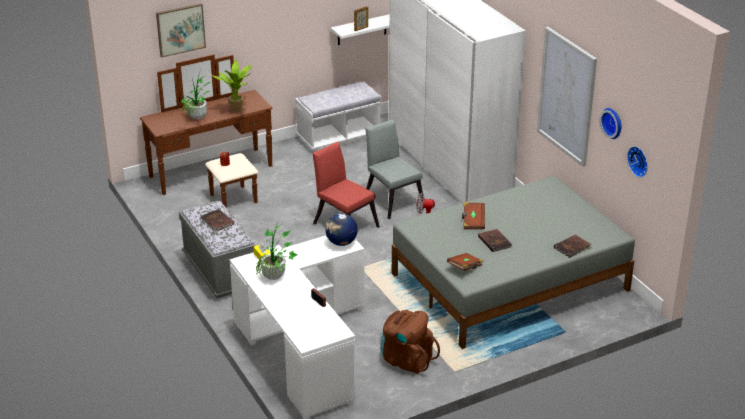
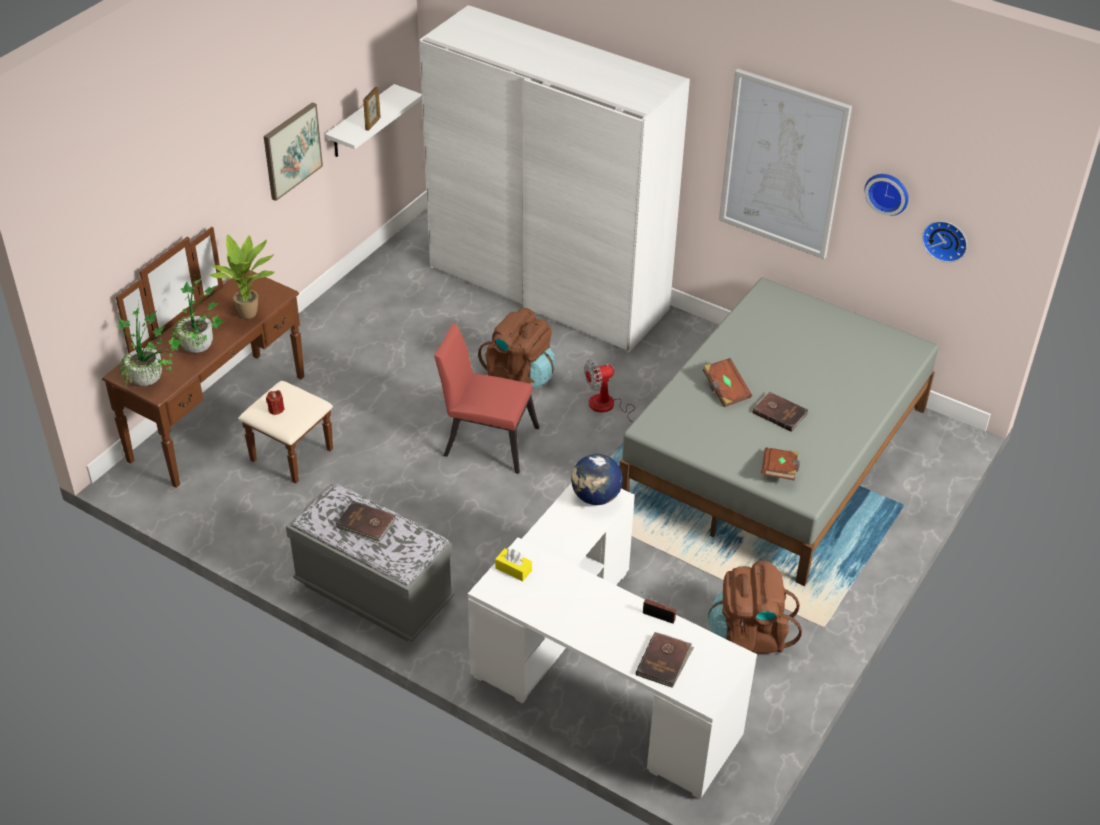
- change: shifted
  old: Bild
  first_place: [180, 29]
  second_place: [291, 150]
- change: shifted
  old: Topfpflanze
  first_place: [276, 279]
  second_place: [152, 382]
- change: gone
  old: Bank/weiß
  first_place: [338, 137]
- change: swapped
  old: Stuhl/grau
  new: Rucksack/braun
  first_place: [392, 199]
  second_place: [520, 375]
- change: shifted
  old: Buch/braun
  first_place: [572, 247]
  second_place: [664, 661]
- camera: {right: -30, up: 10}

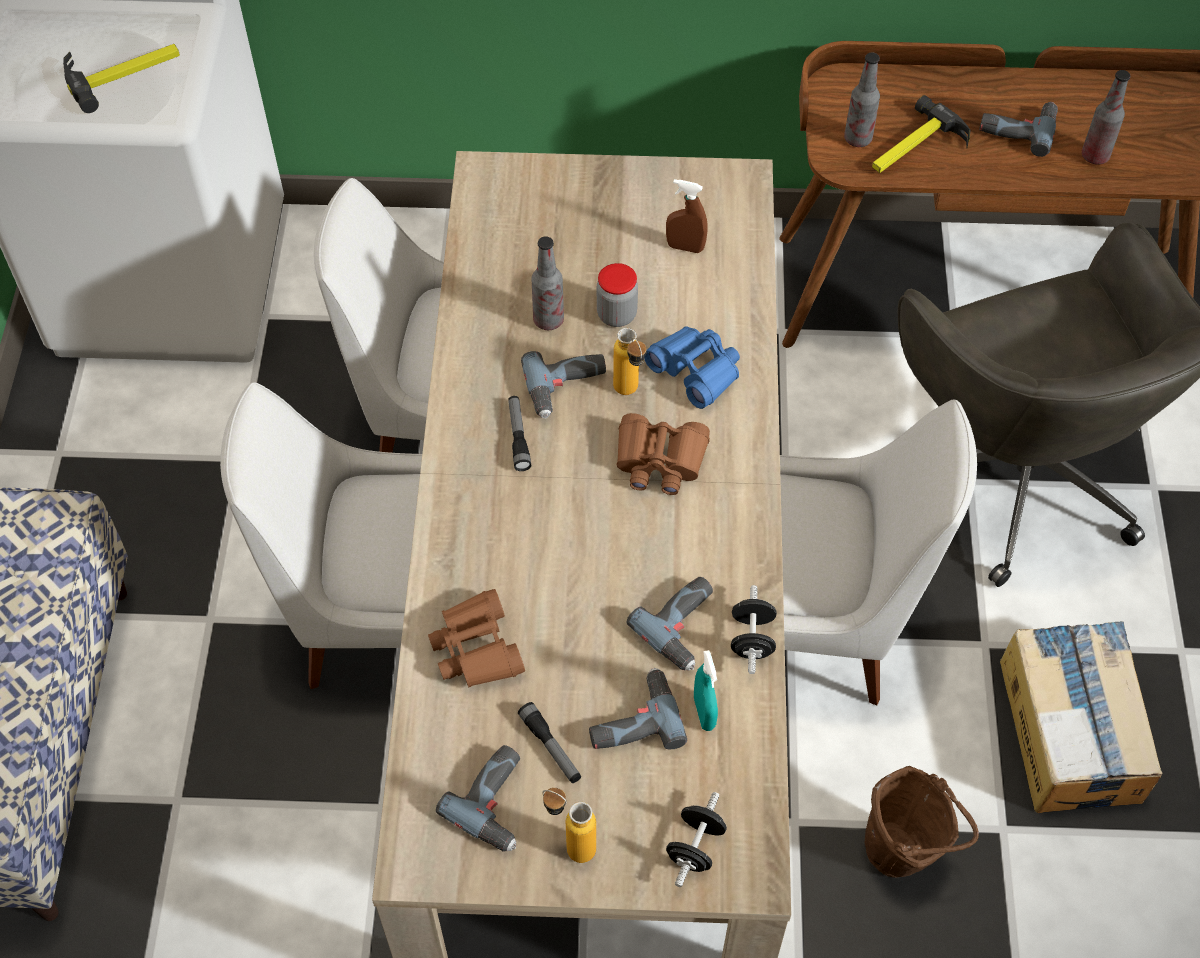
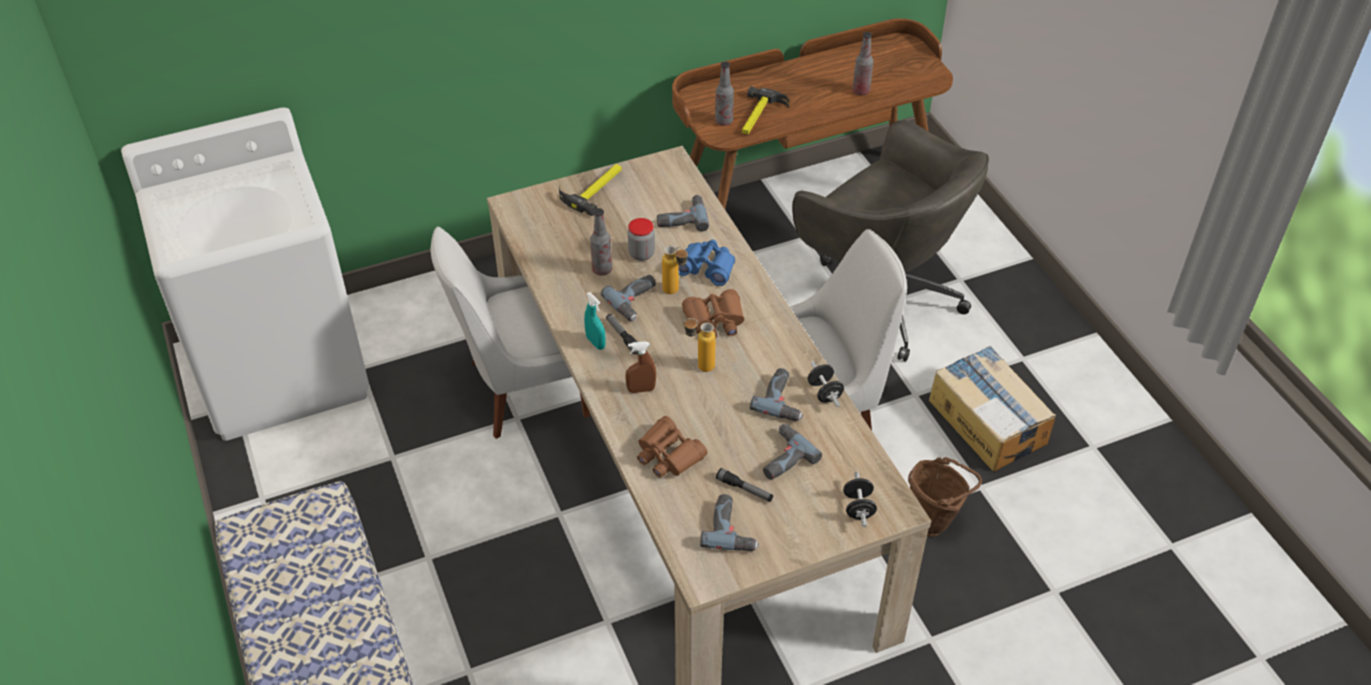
- change: shifted
  old: Hammer
  first_place: [123, 73]
  second_place: [594, 189]
- change: gone
  old: Stuhl/weiß
  first_place: [380, 615]
- change: shifted
  old: Flasche
  first_place: [570, 845]
  second_place: [699, 366]
- change: shifted
  old: Sprühflasche/braun
  first_place: [685, 247]
  second_place: [641, 389]
- change: shifted
  old: Sprühflasche/türkis
  first_place: [704, 713]
  second_place: [595, 343]
- change: shifted
  old: Bohrmaschine
  first_place: [1017, 127]
  second_place: [681, 217]
- camera: {right: -25, up: -10}

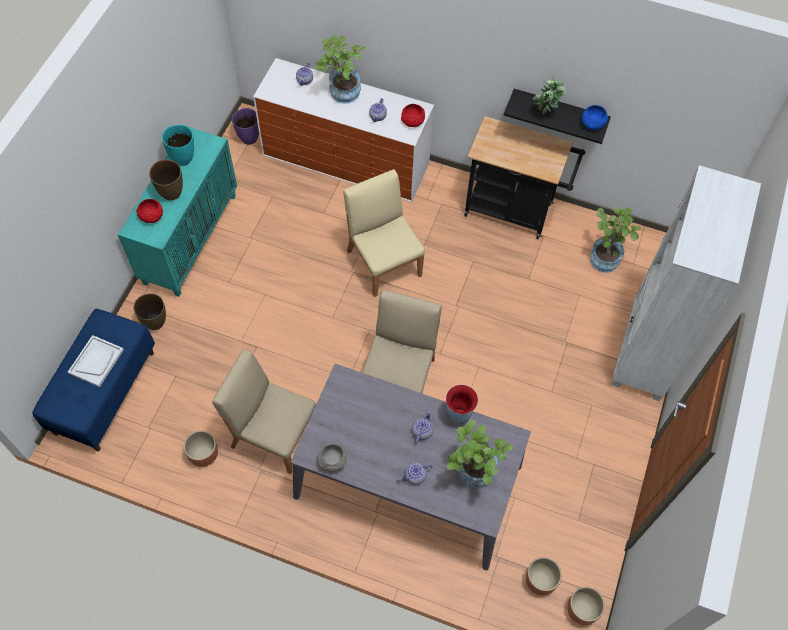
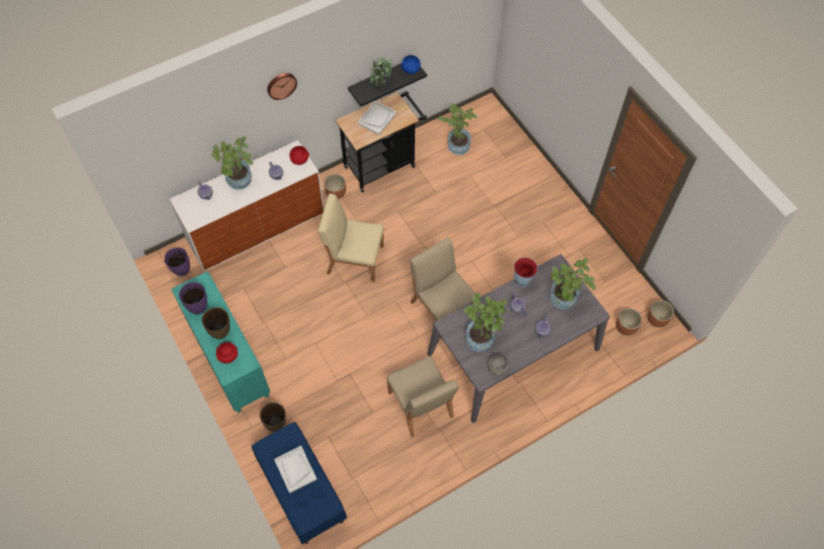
- change: repainted
  old: Vase/türkis
  new: Vase/lila
  first_place: [183, 158]
  second_place: [198, 307]
- change: shifted
  old: Pflanzkübel/braun
  first_place: [203, 454]
  second_place: [335, 193]
- change: rotated
  old: Stuhl/beige
  first_place: [273, 434]
  second_place: [420, 405]
  degrees: -90
- change: gone
  old: Bücherregal/weiß
  first_place: [645, 351]
- change: new
  new: Wanduhr
  second_place: [281, 85]
- change: new
  new: Tablett/weiß
  second_place: [377, 118]
- change: new
  new: Topfpflanze
  second_place: [482, 336]
- camera: {right: -50, up: 0}

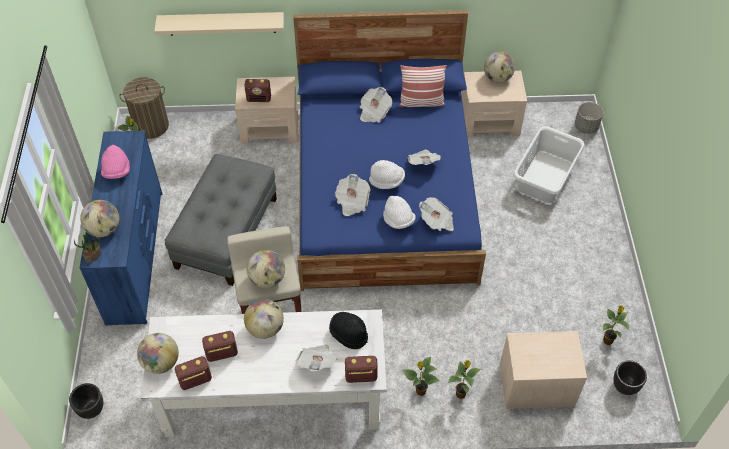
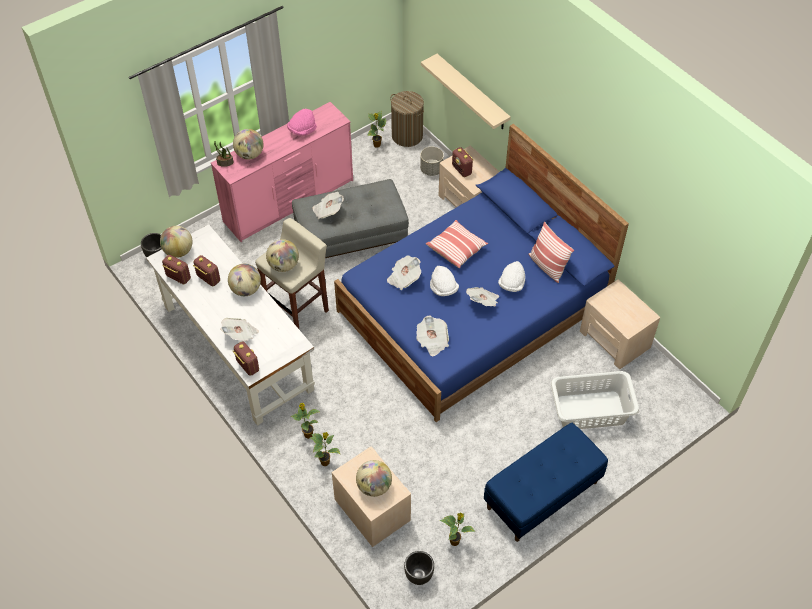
- change: repainted
  old: Kommode/blau
  new: Kommode/rosa
  first_place: [136, 255]
  second_place: [289, 201]
- change: gone
  old: Hut/schwarz
  first_place: [348, 334]
- change: shifted
  old: Zeitung
  first_place: [374, 112]
  second_place: [328, 211]
- change: shifted
  old: Hut/weiß
  first_place: [398, 220]
  second_place: [511, 284]
- change: shifted
  old: Globus
  first_place: [497, 78]
  second_place: [374, 486]
- change: shifted
  old: Pflanzkübel/grau
  first_place: [586, 127]
  second_place: [431, 169]
- change: new
  new: Kissen
  second_place: [456, 249]
- change: new
  new: Bank/blau
  second_place: [542, 495]
- camera: {right: 55, up: 0}

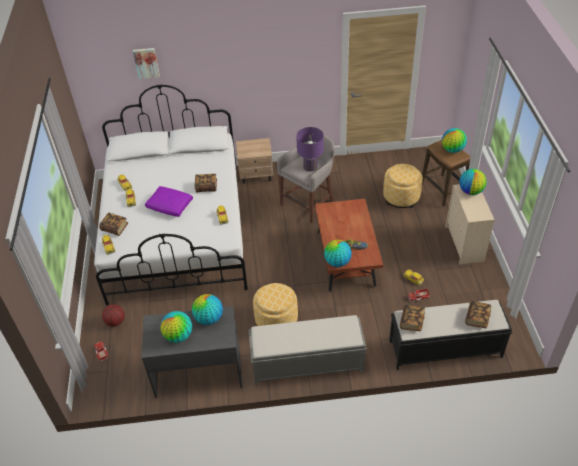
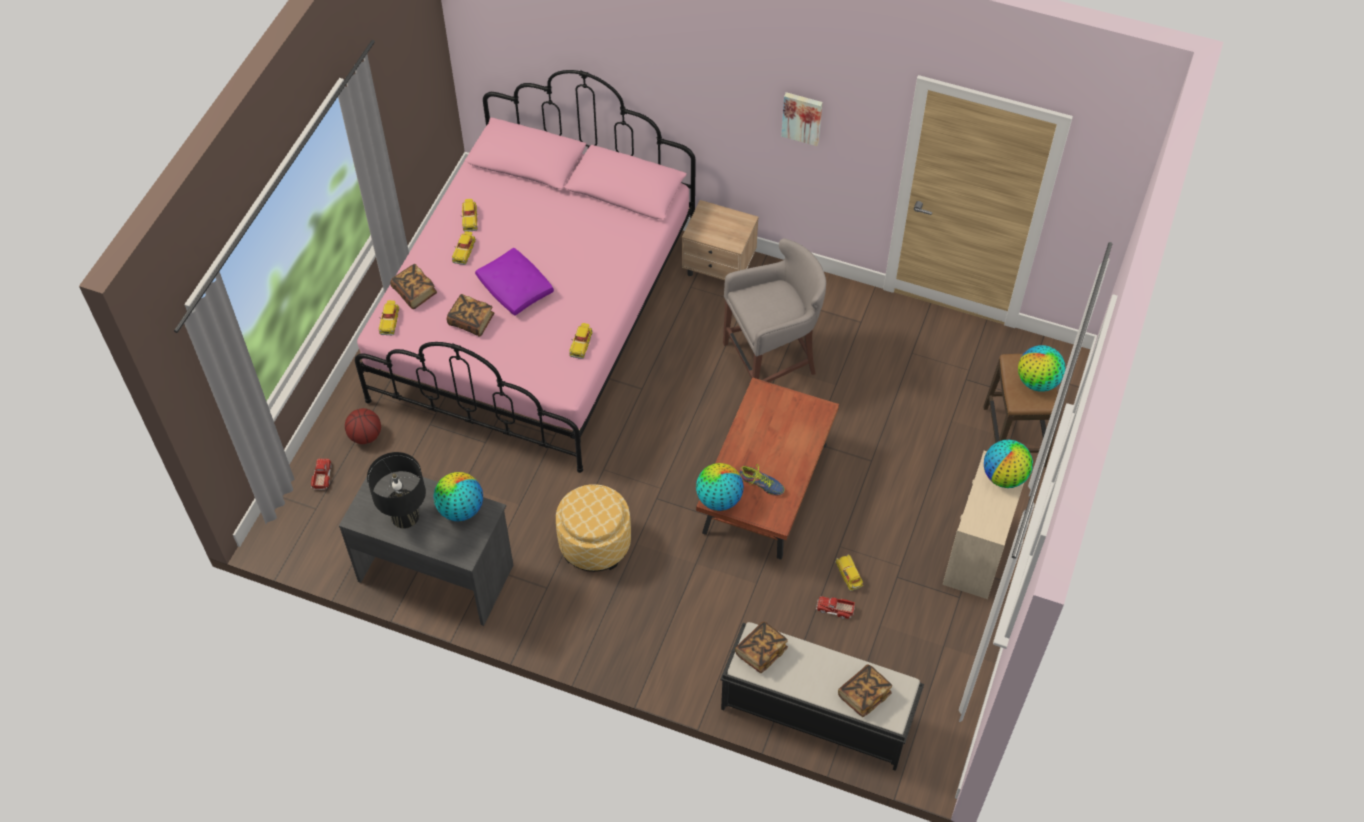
- change: repainted
  old: Bett/weiß
  new: Bett/rosa
  first_place: [177, 230]
  second_place: [536, 319]
- change: shifted
  old: Bild
  first_place: [146, 62]
  second_place: [802, 117]
- change: swapped
  old: Globus
  new: Tischlampe/schwarz
  first_place: [178, 336]
  second_place: [405, 516]
- change: shifted
  old: Buch
  first_place: [206, 187]
  second_place: [471, 321]
- change: gone
  old: Bank/grau
  first_place: [306, 364]
- change: gone
  old: Tischlampe/lila
  first_place: [310, 166]
- change: gone
  old: Polsterhocker
  first_place: [401, 197]
- camera: {right: 25, up: 10}

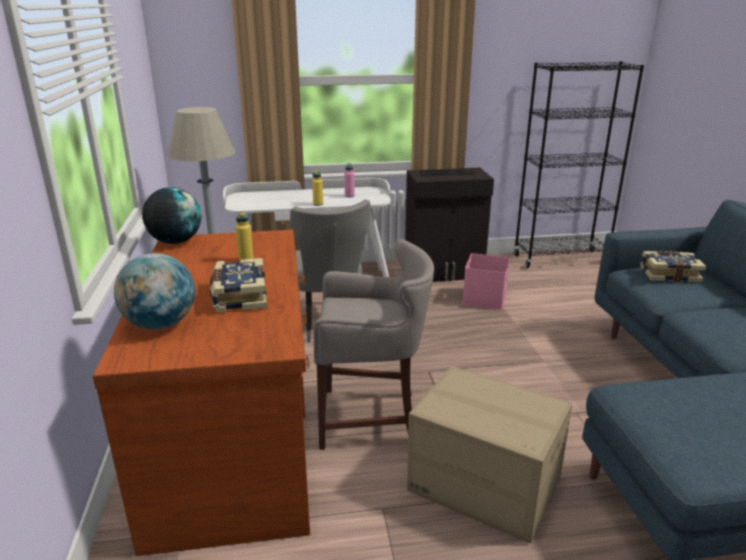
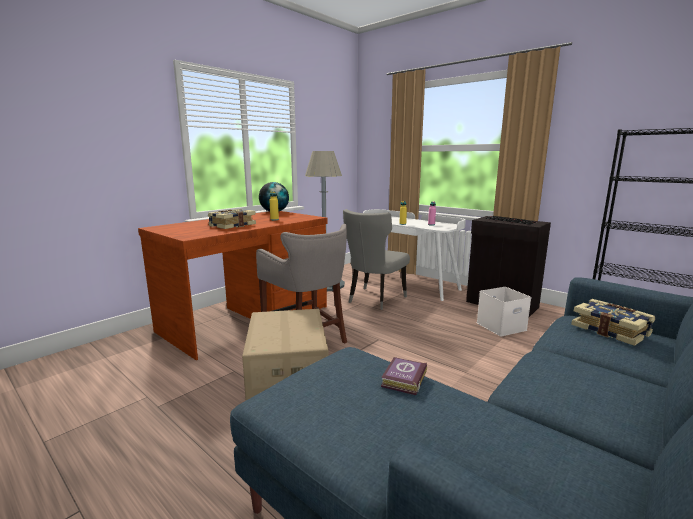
- change: gone
  old: Globus
  first_place: [160, 324]
- change: repainted
  old: Aufbewahrungsbox/rosa
  new: Aufbewahrungsbox/weiß
  first_place: [483, 298]
  second_place: [501, 326]
- change: new
  new: Buch
  second_place: [403, 380]
- camera: {right: 50, up: -10}

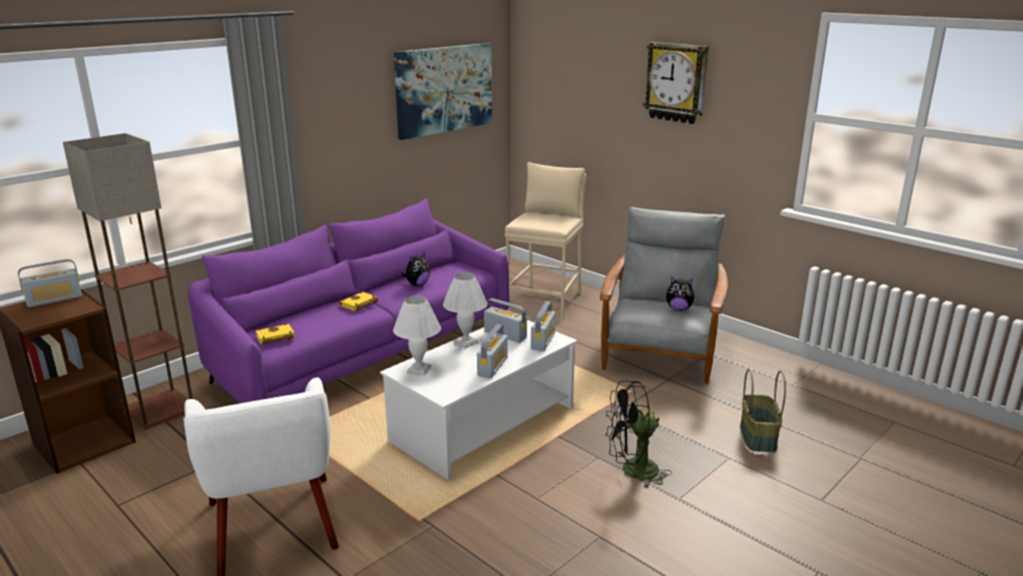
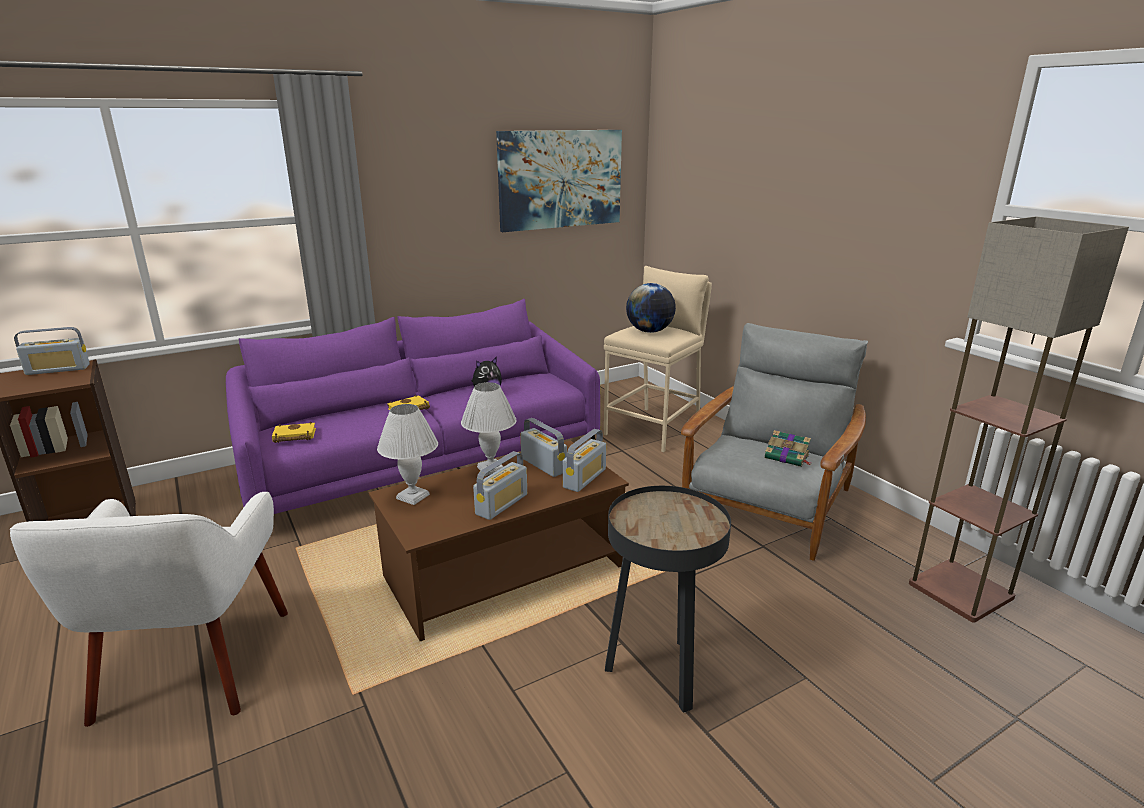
- change: shifted
  old: Stehlampe
  first_place: [160, 409]
  second_place: [959, 589]
- change: repainted
  old: Couchtisch/weiß
  new: Couchtisch/braun
  first_place: [484, 424]
  second_place: [505, 571]
- change: swapped
  old: Ventilator/schwarz
  new: Beistelltisch/schwarz
  first_place: [632, 471]
  second_place: [659, 674]
- change: gone
  old: Wanduhr
  first_place: [676, 82]
- change: swapped
  old: Plüschtier
  new: Buch
  first_place: [679, 309]
  second_place: [787, 457]
- change: gone
  old: Korb
  first_place: [758, 437]
- change: new
  new: Globus
  second_place: [649, 331]
- camera: {right: 15, up: 0}

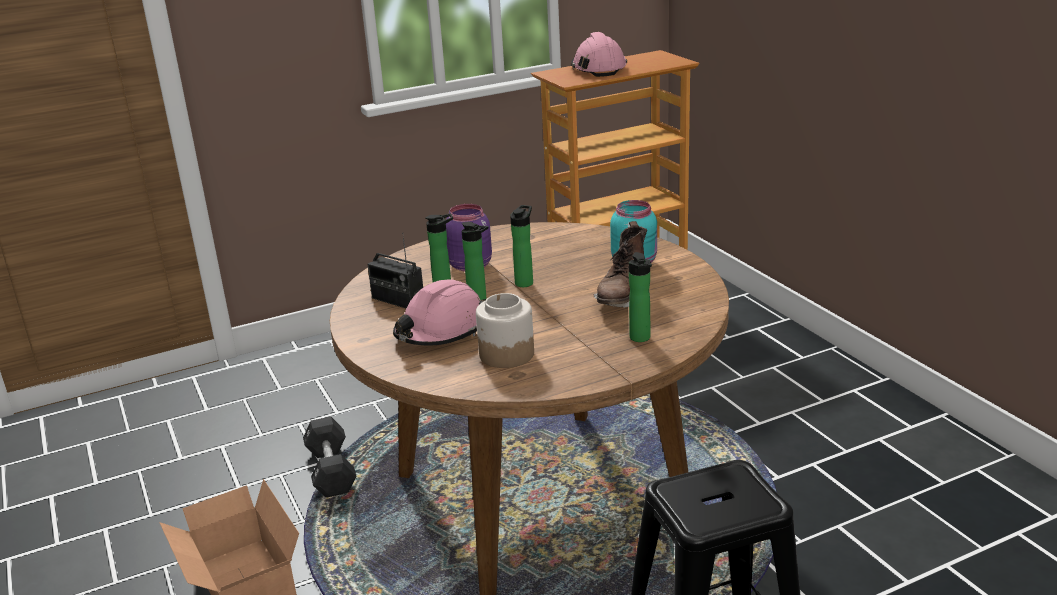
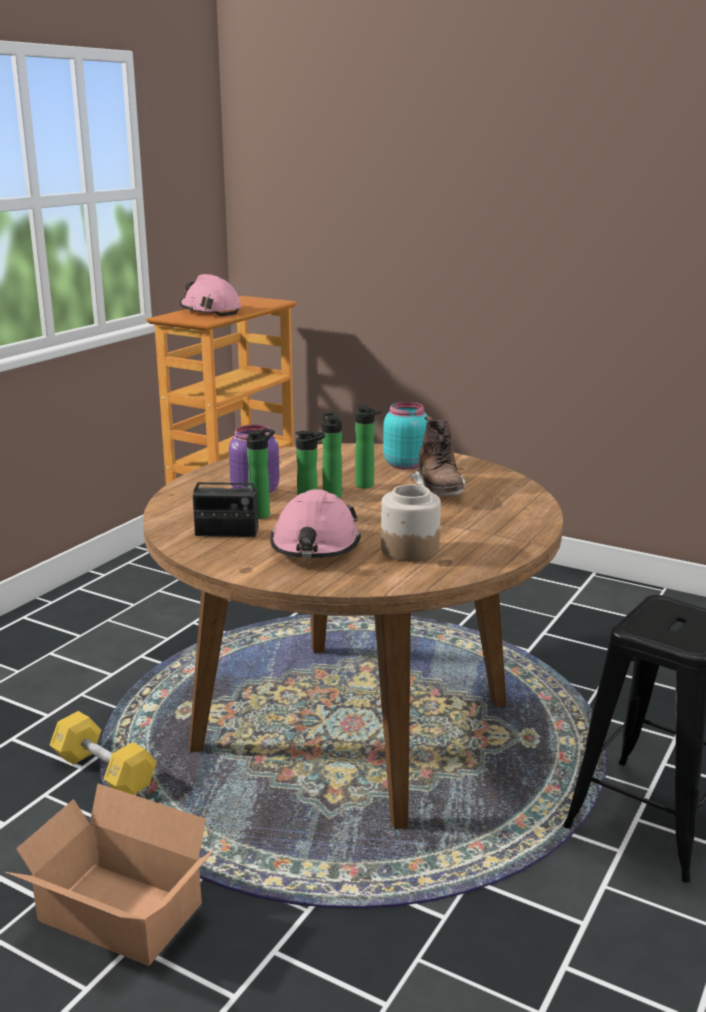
- change: repainted
  old: Hantel/schwarz
  new: Hantel/gelb
  first_place: [331, 471]
  second_place: [104, 771]
- change: shifted
  old: Flasche
  first_place: [641, 339]
  second_place: [367, 486]
- camera: {right: -35, up: -5}

